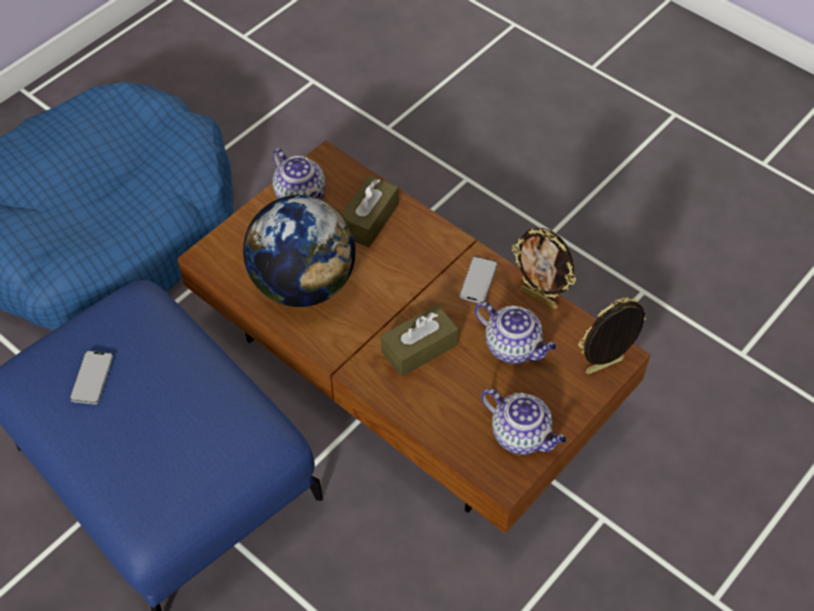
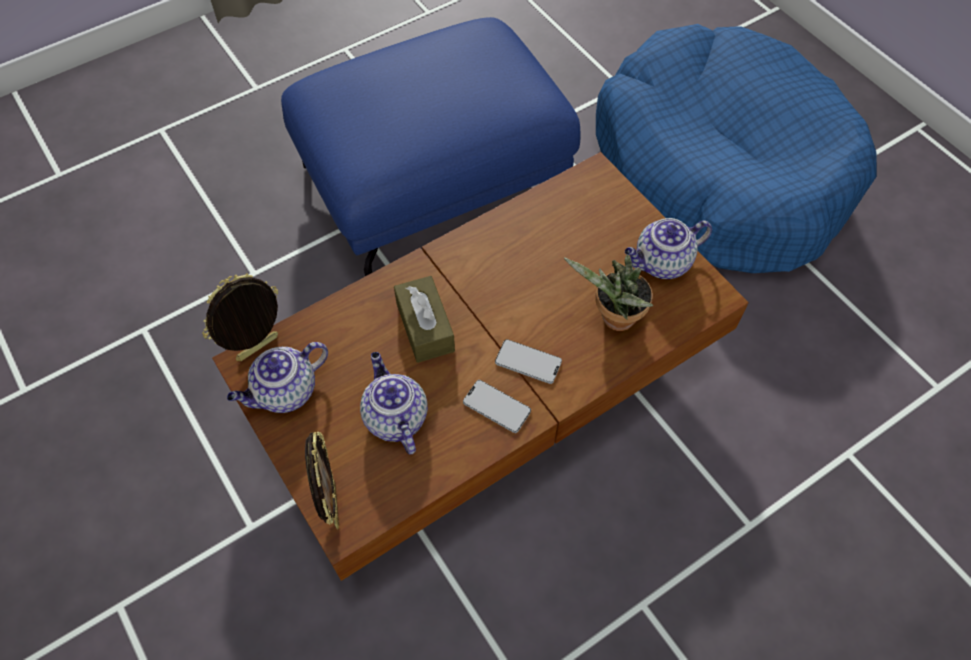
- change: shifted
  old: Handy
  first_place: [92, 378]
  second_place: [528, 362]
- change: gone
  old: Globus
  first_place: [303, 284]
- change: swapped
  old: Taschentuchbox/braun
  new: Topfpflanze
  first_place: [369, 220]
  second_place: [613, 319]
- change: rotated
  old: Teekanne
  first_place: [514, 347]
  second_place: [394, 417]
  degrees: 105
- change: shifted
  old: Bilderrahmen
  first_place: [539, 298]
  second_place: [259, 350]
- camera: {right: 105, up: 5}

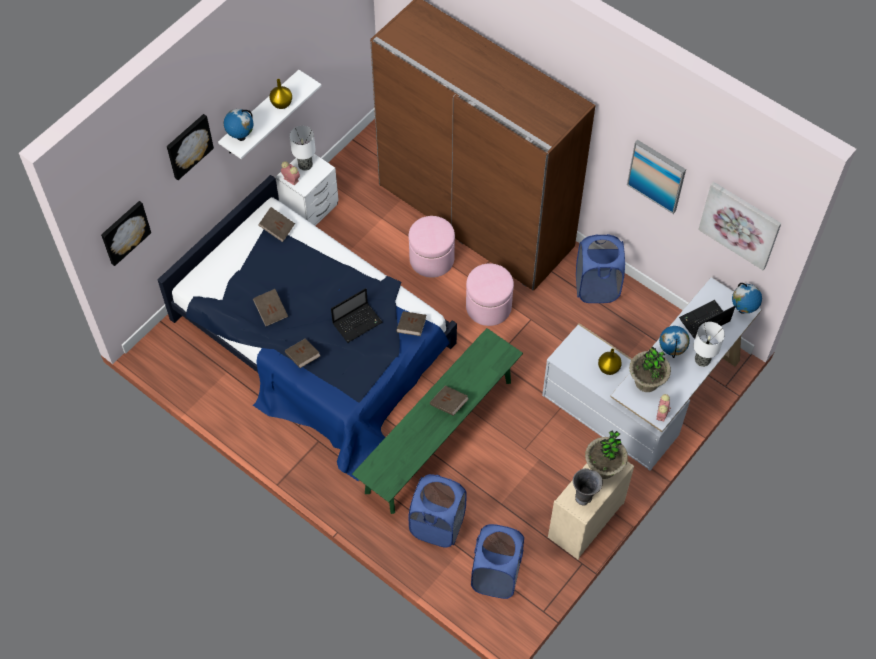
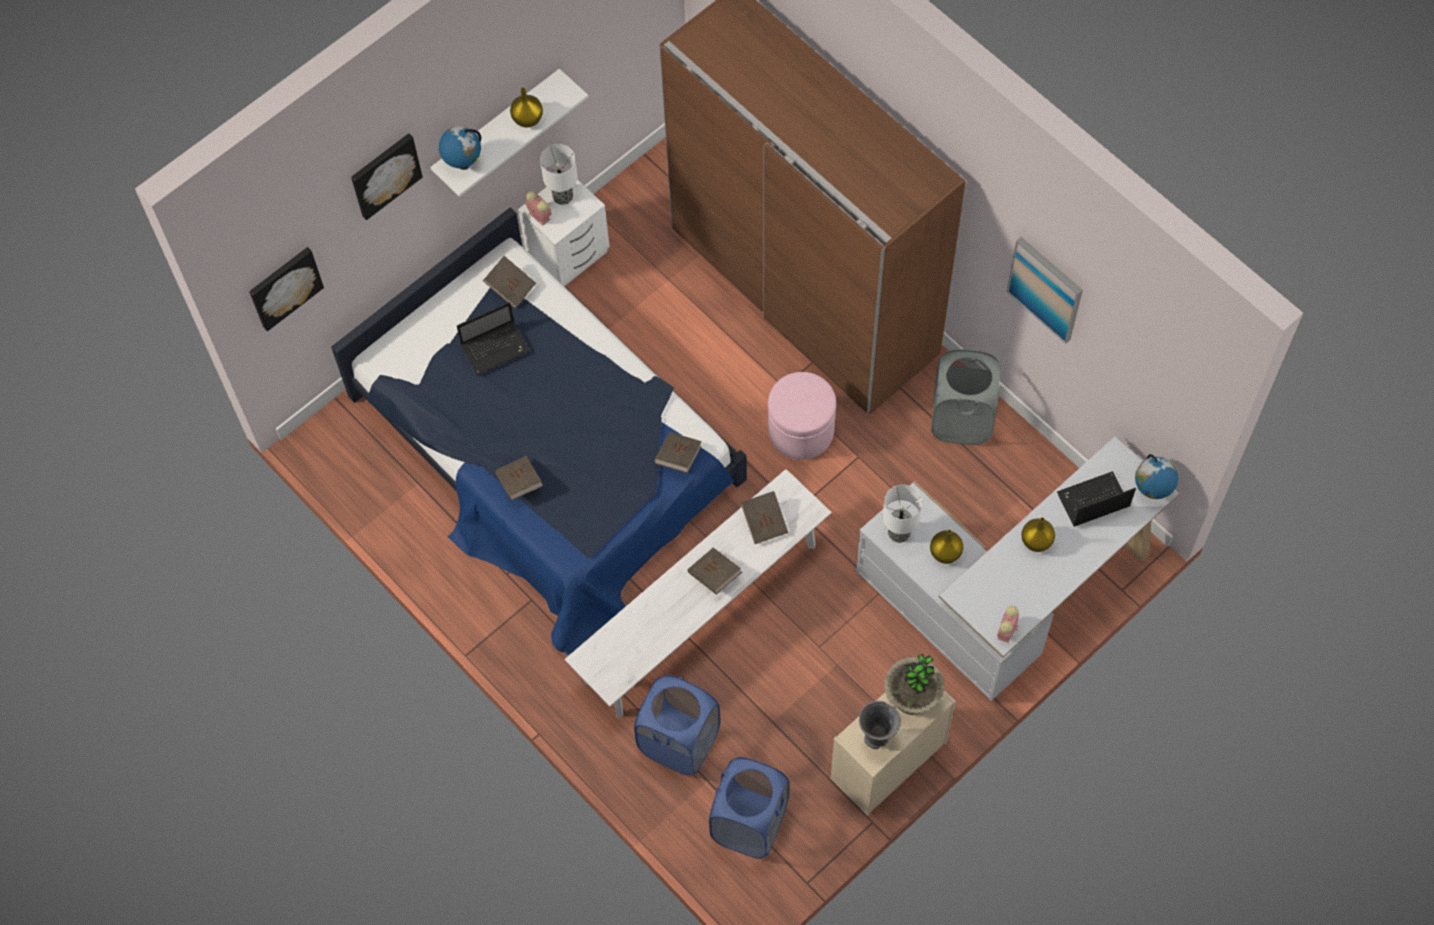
- change: shifted
  old: Buch/braun
  first_place: [271, 312]
  second_place: [764, 522]
- change: shifted
  old: Laptop
  first_place: [358, 322]
  second_place: [496, 347]
- change: repainted
  old: Bank/grün
  new: Bank/weiß
  first_place: [439, 435]
  second_place: [701, 612]
- change: gone
  old: Polsterhocker/rosa
  first_place: [431, 259]
- change: repainted
  old: Wäschekorb/blau
  new: Wäschekorb/grau
  first_place: [596, 287]
  second_place: [961, 419]
- change: gone
  old: Topfpflanze
  first_place: [646, 382]
- change: swapped
  old: Globus
  new: Vase/gelb
  first_place: [671, 351]
  second_place: [1037, 541]
- change: shifted
  old: Tischlampe
  first_place: [702, 359]
  second_place: [898, 532]
- change: gone
  old: Bild
  first_place: [740, 224]
- camera: {right: 10, up: 5}

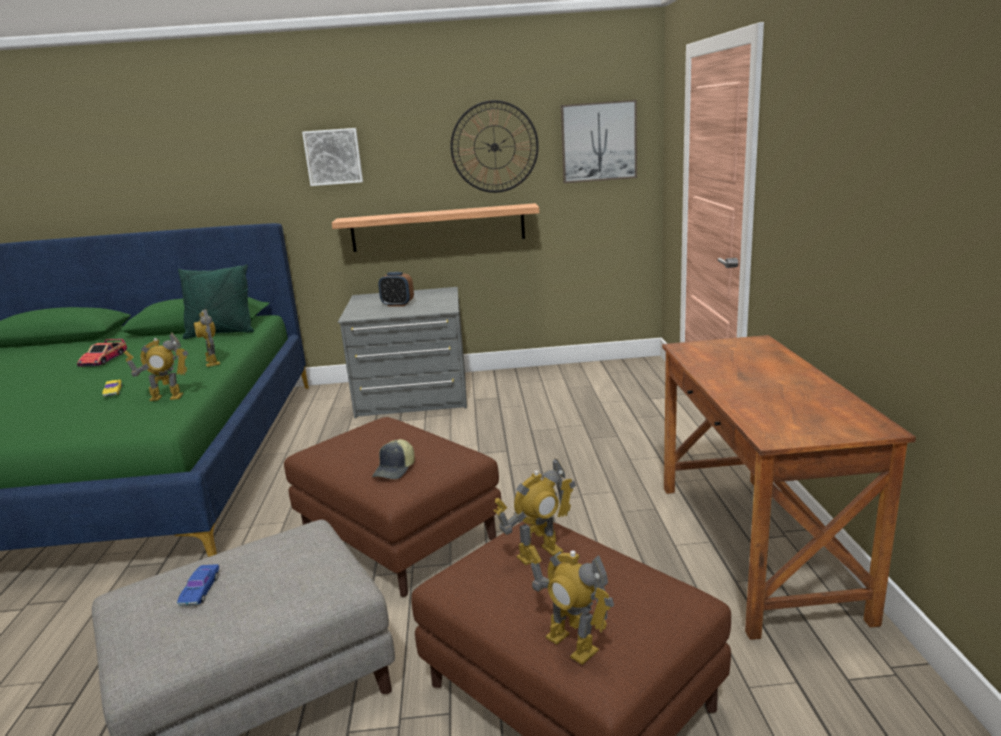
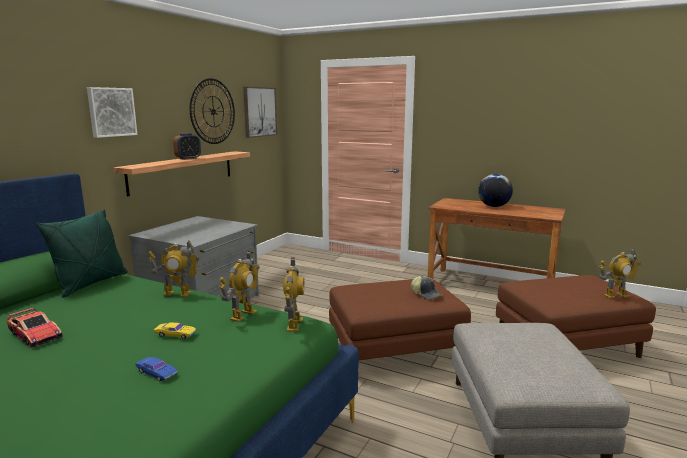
- change: shifted
  old: Spielzeugauto/blau
  first_place: [200, 589]
  second_place: [156, 372]
- change: shifted
  old: Wecker
  first_place: [397, 304]
  second_place: [188, 158]
- change: shifted
  old: Spielzeugroboter
  first_place: [539, 553]
  second_place: [294, 324]
- change: new
  new: Globus
  second_place: [493, 206]
- camera: {right: -60, up: -5}

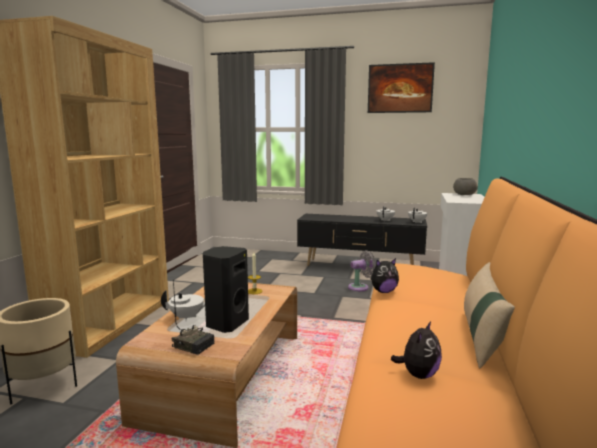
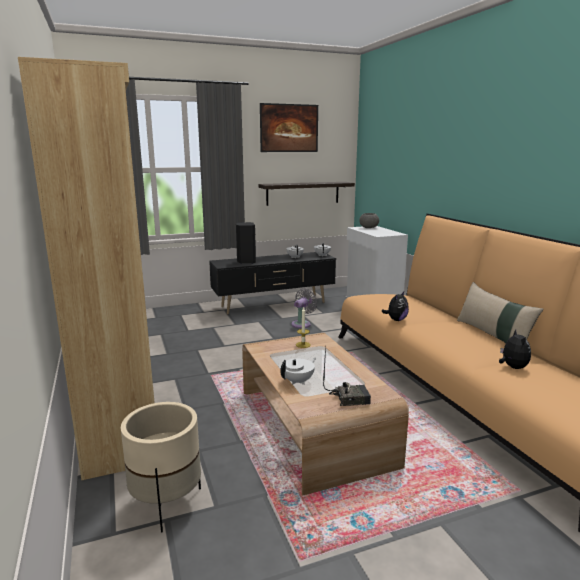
- change: shifted
  old: Lautsprecher/schwarz
  first_place: [226, 324]
  second_place: [246, 262]
- change: new
  new: Wandregal
  second_place: [303, 193]
- camera: {right: -35, up: 5}

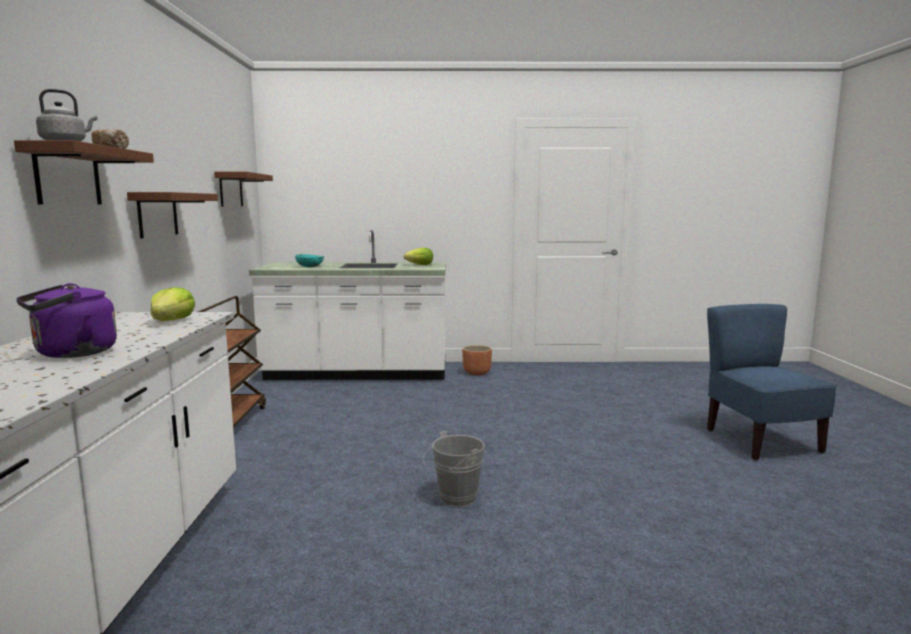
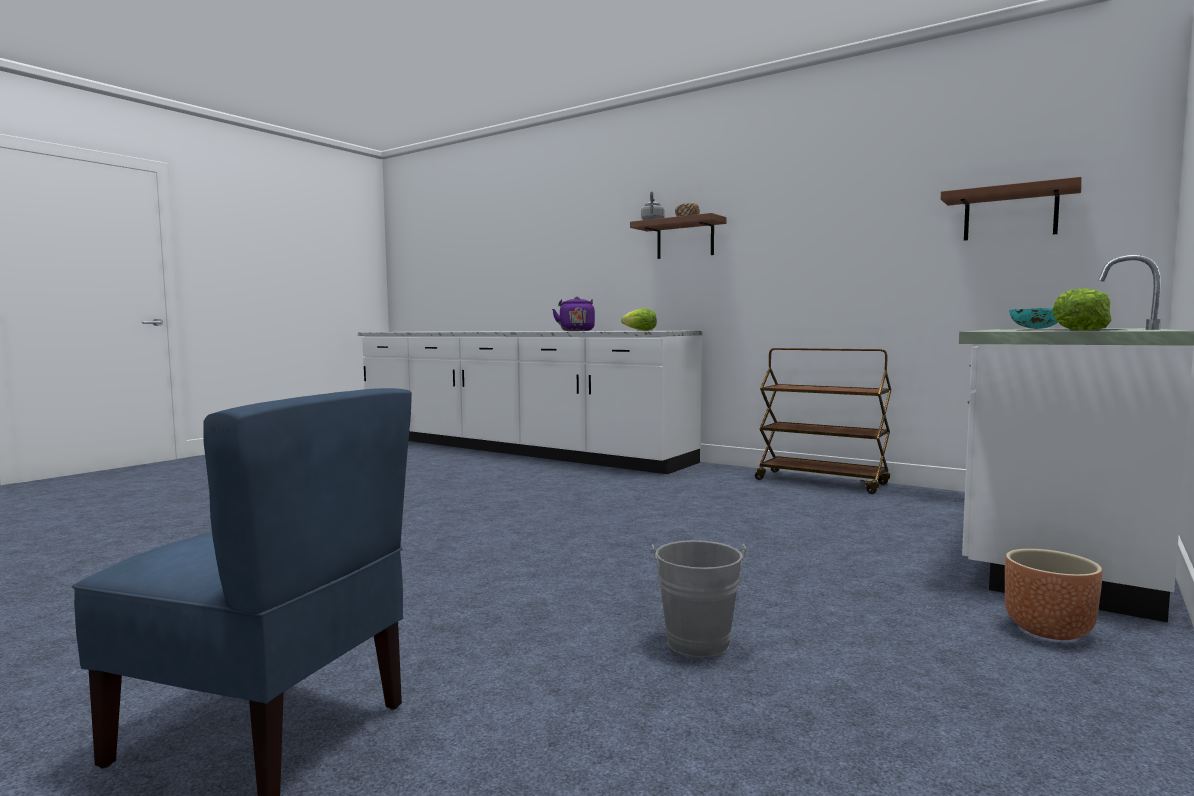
- change: gone
  old: Wandregal/braun
  first_place: [157, 214]
- change: shifted
  old: Eimer/grau
  first_place: [454, 498]
  second_place: [697, 639]
- camera: {right: 125, up: -5}

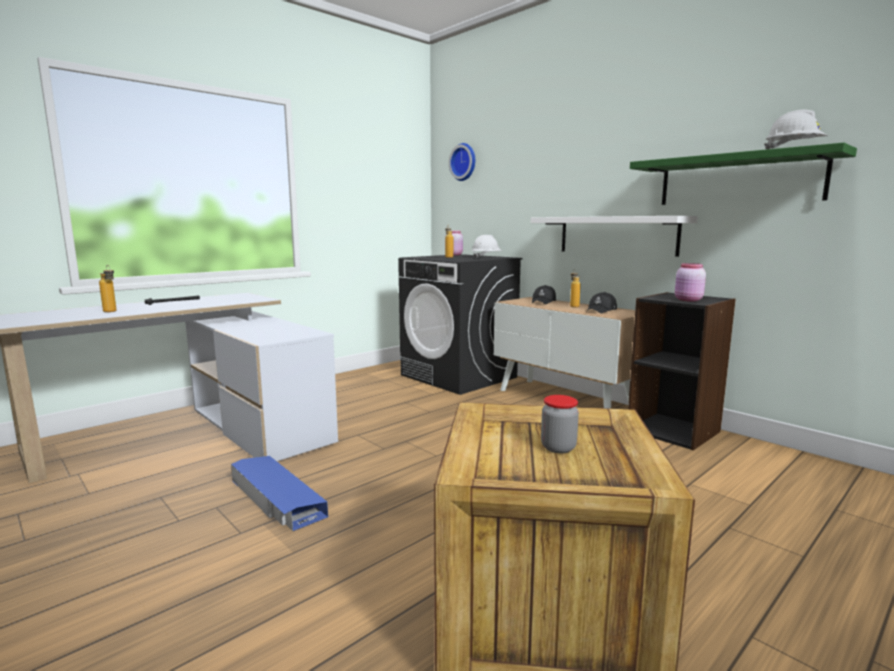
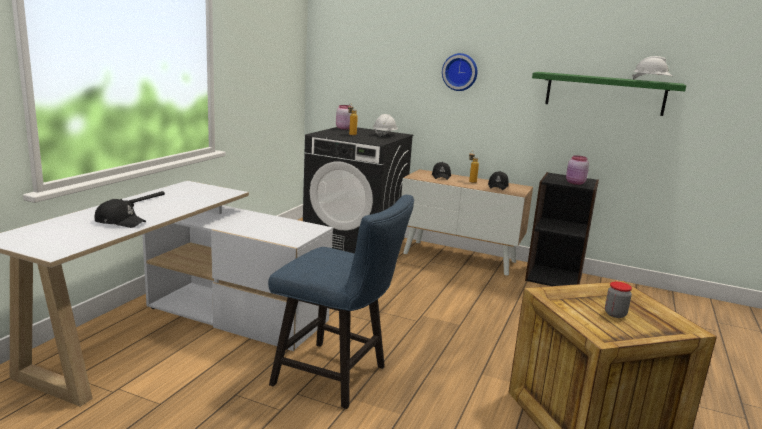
- change: swapped
  old: Flasche
  new: Kappe/schwarz
  first_place: [111, 312]
  second_place: [120, 222]
- change: swapped
  old: Aufbewahrungsbox/blau
  new: Stuhl/blau
  first_place: [277, 498]
  second_place: [337, 377]
- change: shifted
  old: Wanduhr
  first_place: [464, 162]
  second_place: [460, 72]
- change: gone
  old: Wandregal/weiß
  first_place: [616, 235]
- camera: {right: -25, up: 5}

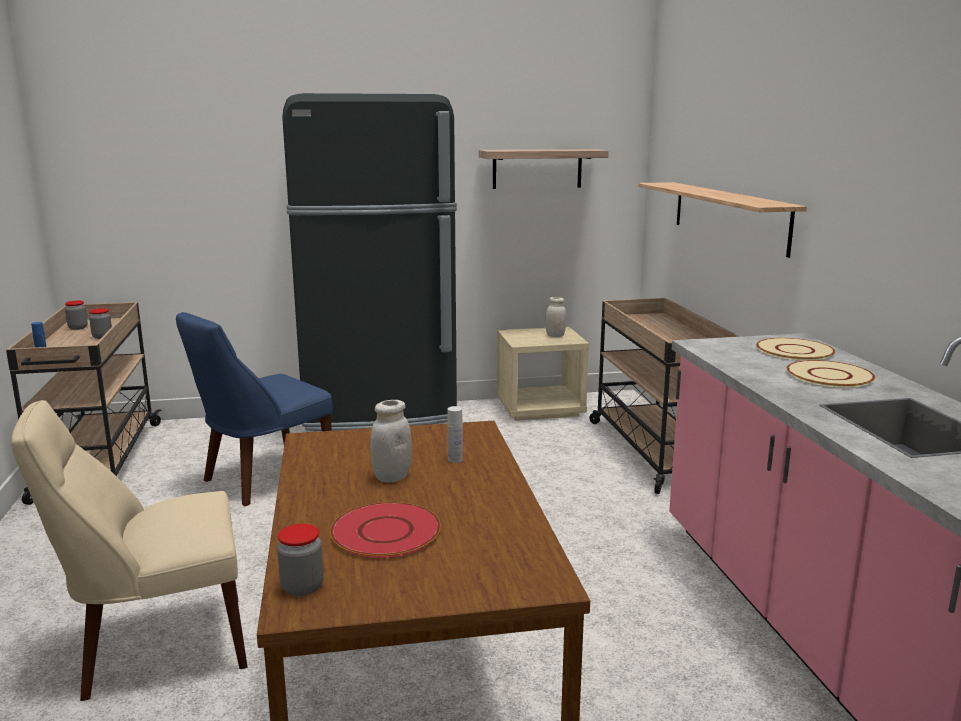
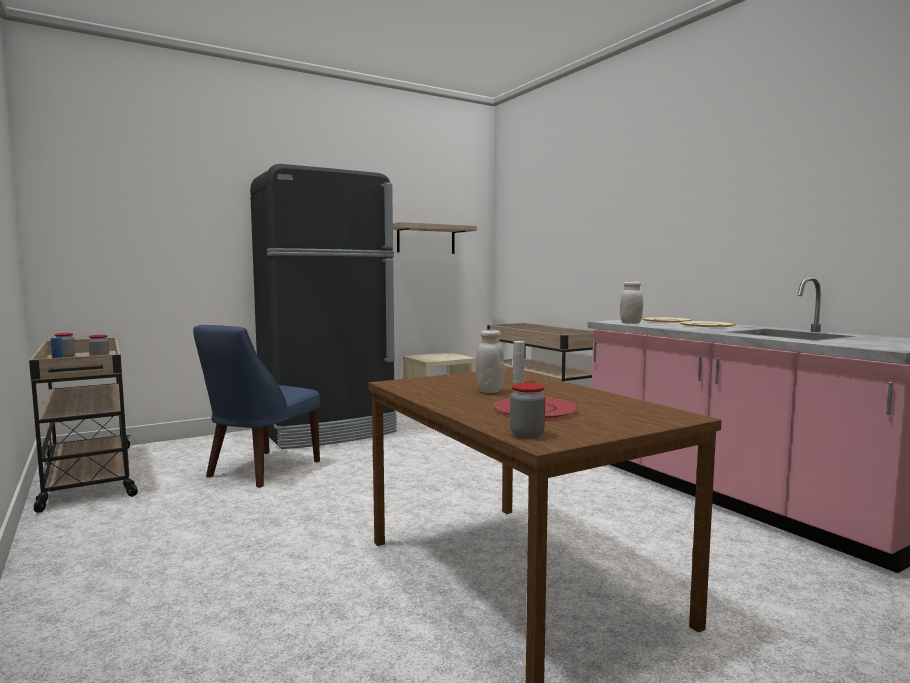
- change: gone
  old: Stuhl/beige
  first_place: [156, 648]
- change: shifted
  old: Vorratsglas/weiß
  first_place: [555, 336]
  second_place: [630, 323]
- change: gone
  old: Wandregal
  first_place: [728, 215]
- camera: {right: -20, up: -10}

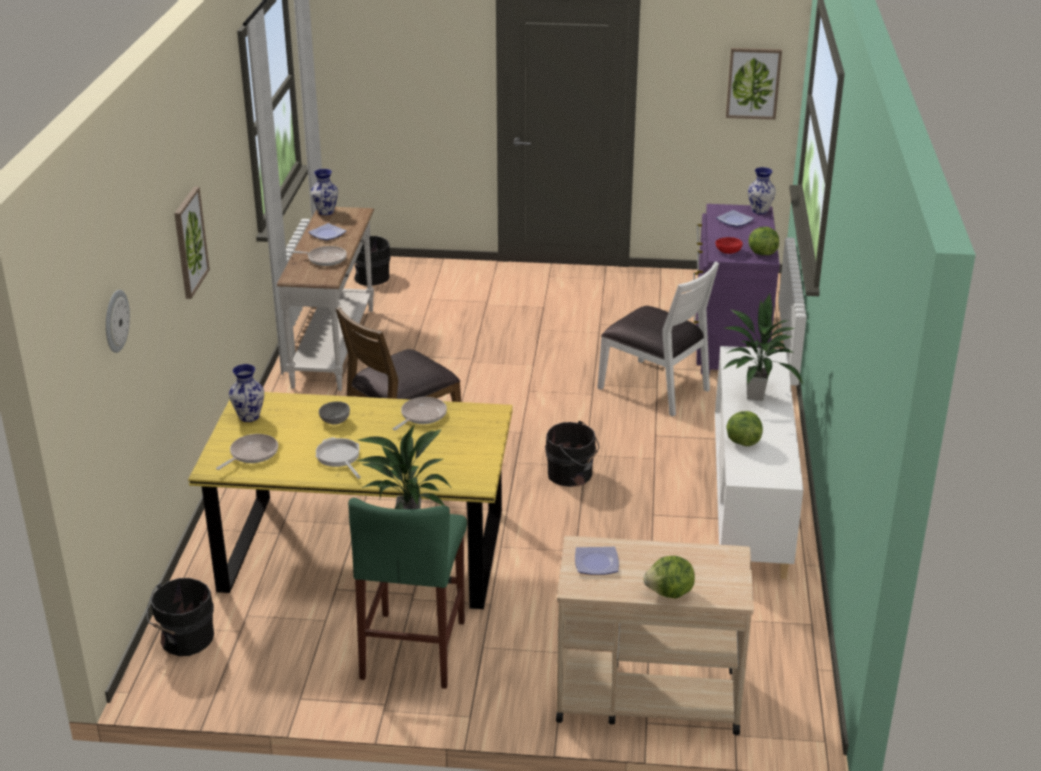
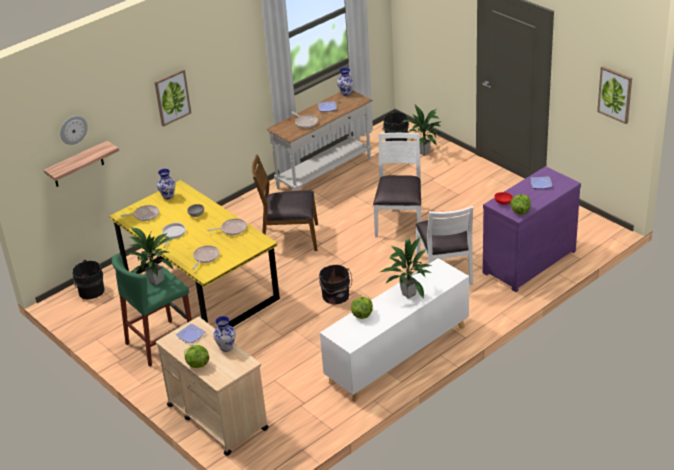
- change: shifted
  old: Vase
  first_place: [760, 211]
  second_place: [226, 347]
- change: new
  new: Wandregal
  second_place: [78, 165]
- change: new
  new: Pfanne
  second_place: [205, 257]
- change: new
  new: Stuhl/weiß
  second_place: [400, 221]
- change: new
  new: Topfpflanze
  second_place: [424, 153]
- camera: {right: 45, up: 5}

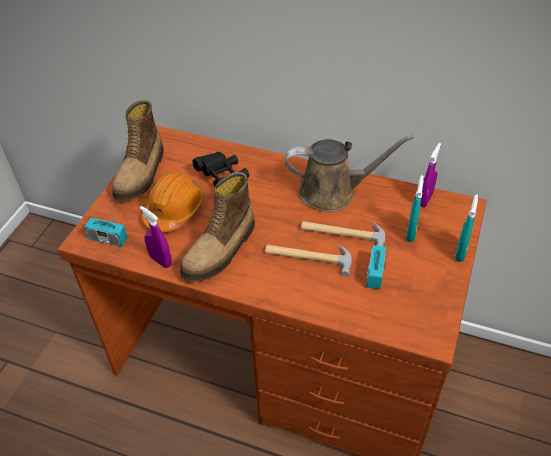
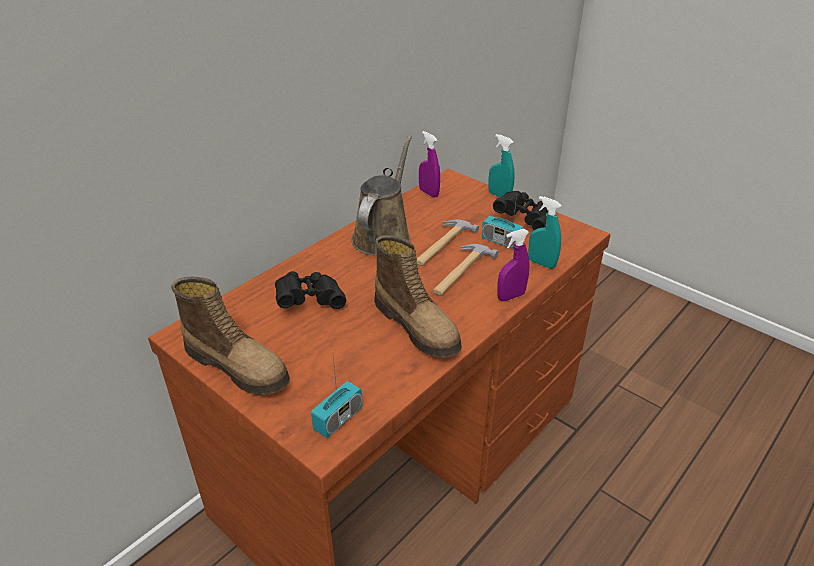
- change: shifted
  old: Sprühflasche/lila
  first_place: [160, 261]
  second_place: [510, 296]
- change: gone
  old: Schutzhelm/orange
  first_place: [174, 210]
- change: shifted
  old: Sprühflasche/türkis
  first_place: [411, 233]
  second_place: [541, 263]
- change: new
  new: Fernglas/schwarz
  second_place: [524, 219]
- camera: {right: -70, up: -10}

